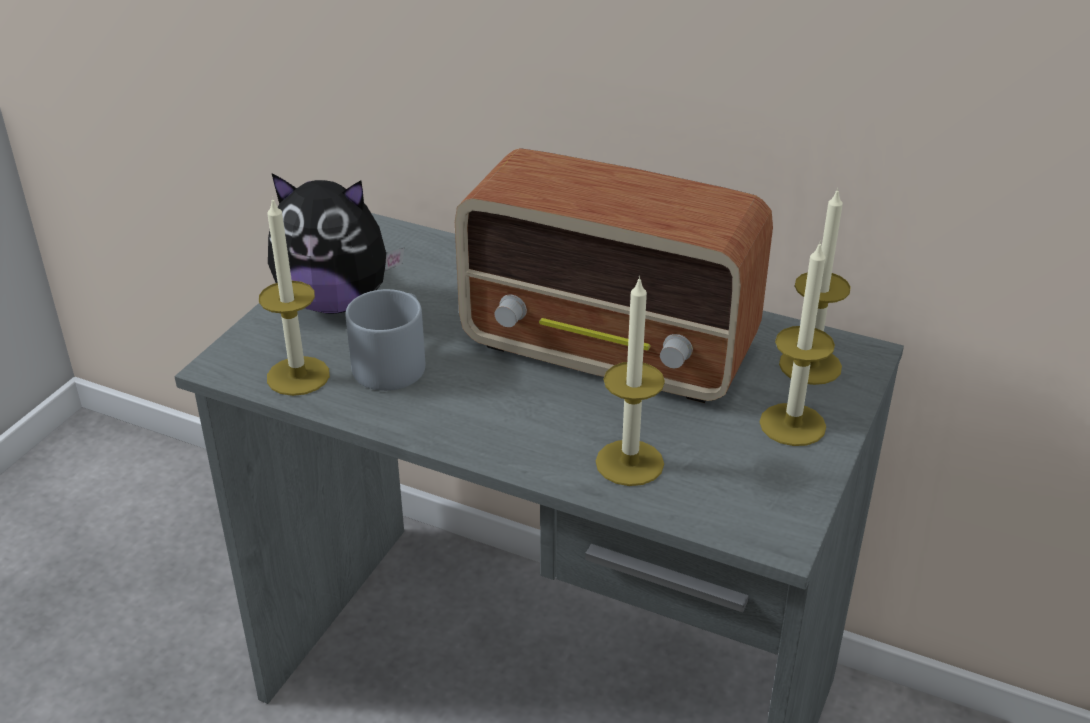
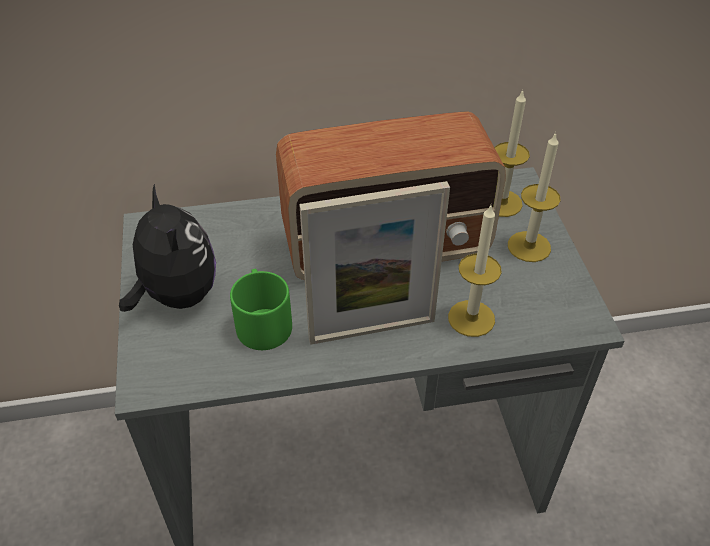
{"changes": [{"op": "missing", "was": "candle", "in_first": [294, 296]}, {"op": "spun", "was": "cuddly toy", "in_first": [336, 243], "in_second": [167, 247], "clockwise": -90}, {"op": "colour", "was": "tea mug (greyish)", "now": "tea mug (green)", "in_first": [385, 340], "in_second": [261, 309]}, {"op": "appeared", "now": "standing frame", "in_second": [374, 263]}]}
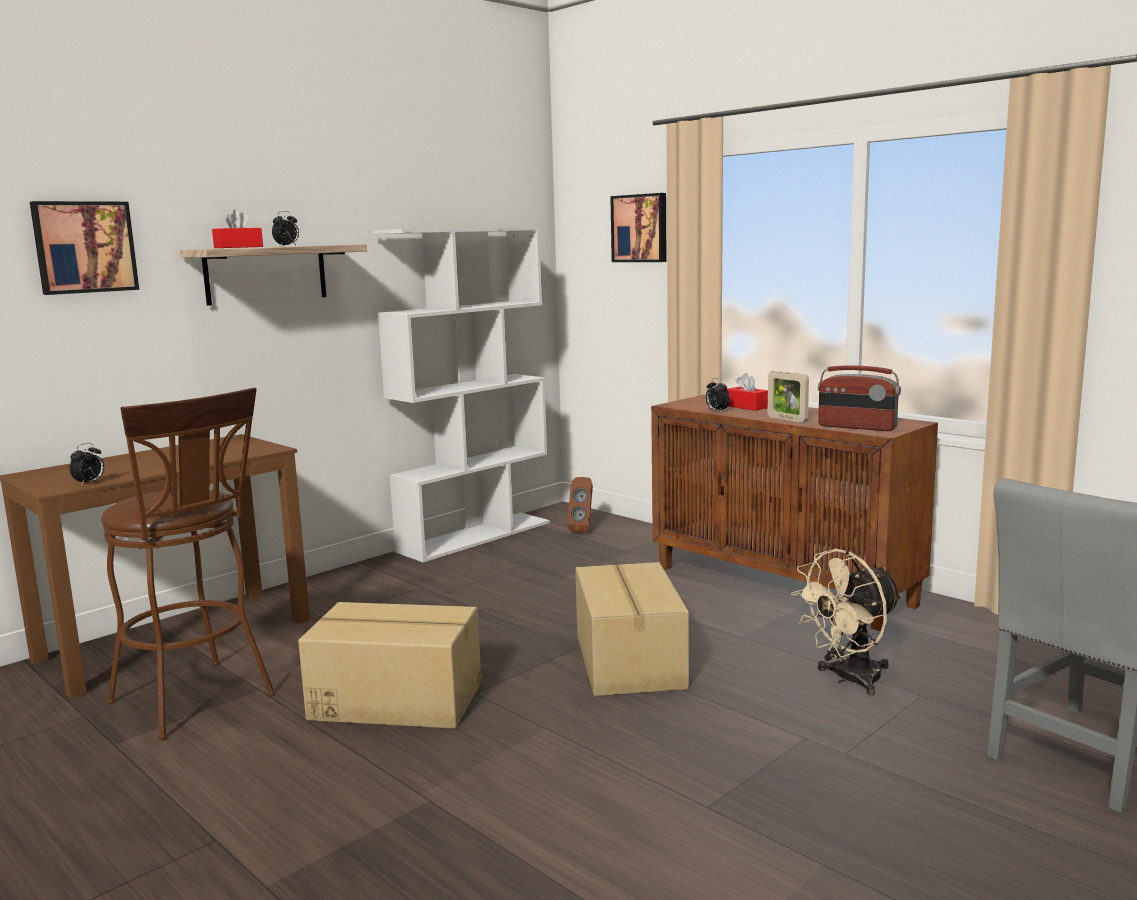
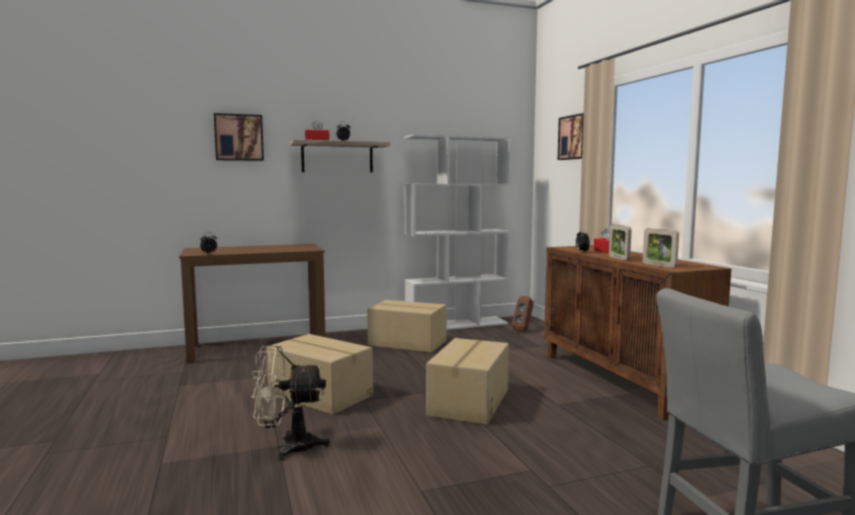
{"changes": [{"op": "missing", "was": "stool (brown)", "in_first": [188, 564]}, {"op": "relocated", "was": "fan (sand-coloured)", "in_first": [846, 622], "in_second": [290, 402]}, {"op": "exchanged", "was": "radio", "now": "standing frame", "in_first": [859, 398], "in_second": [661, 248]}, {"op": "appeared", "now": "packing box", "in_second": [407, 326]}]}
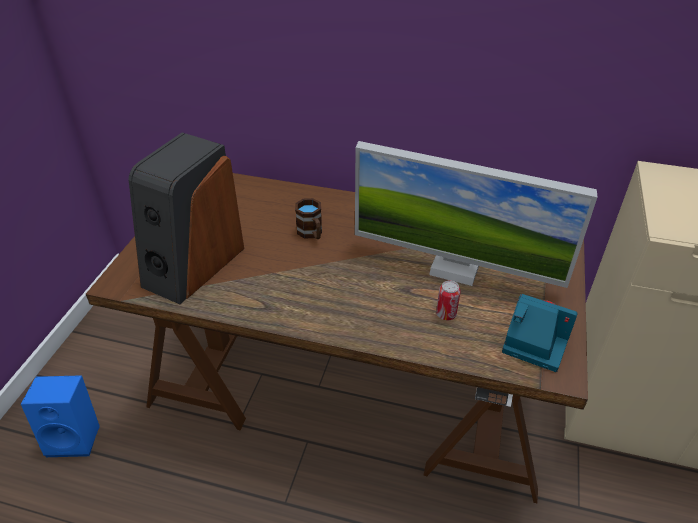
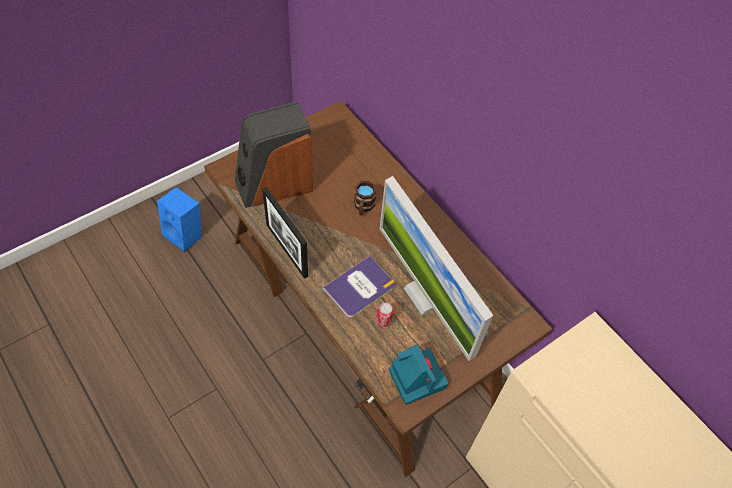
{"changes": [{"op": "appeared", "now": "standing frame", "in_second": [285, 233]}, {"op": "appeared", "now": "bound book", "in_second": [359, 286]}]}
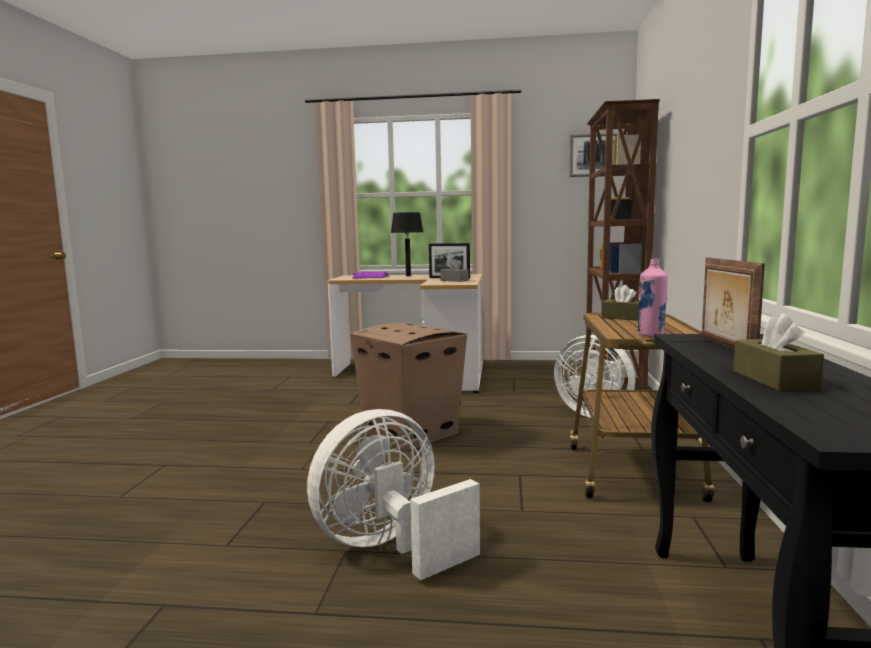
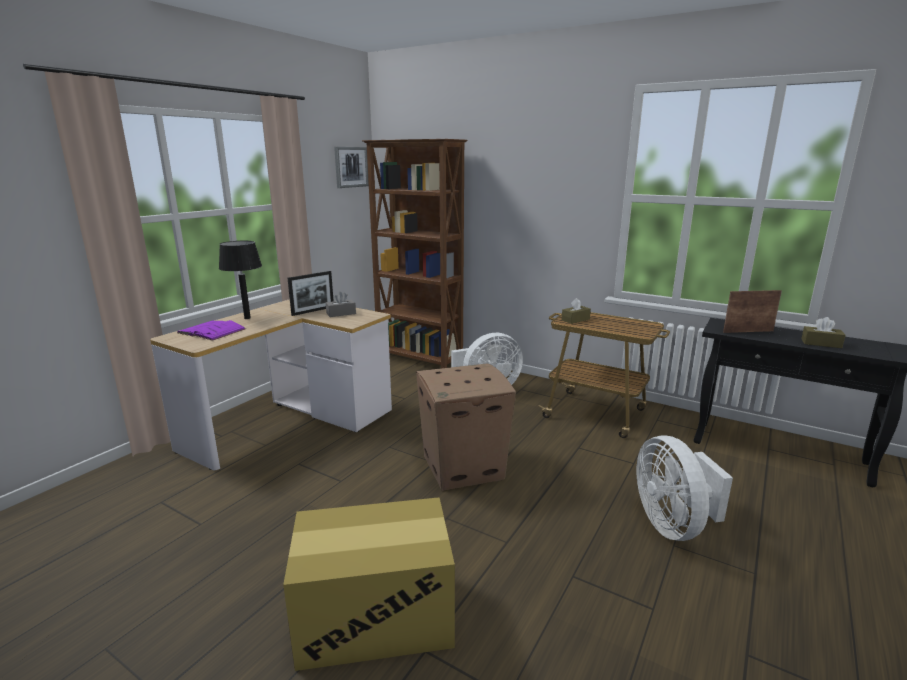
{"changes": [{"op": "missing", "was": "drink bottle (pink)", "in_first": [652, 298]}, {"op": "spun", "was": "standing frame", "in_first": [733, 304], "in_second": [752, 311], "clockwise": 150}, {"op": "appeared", "now": "packing box", "in_second": [369, 584]}]}
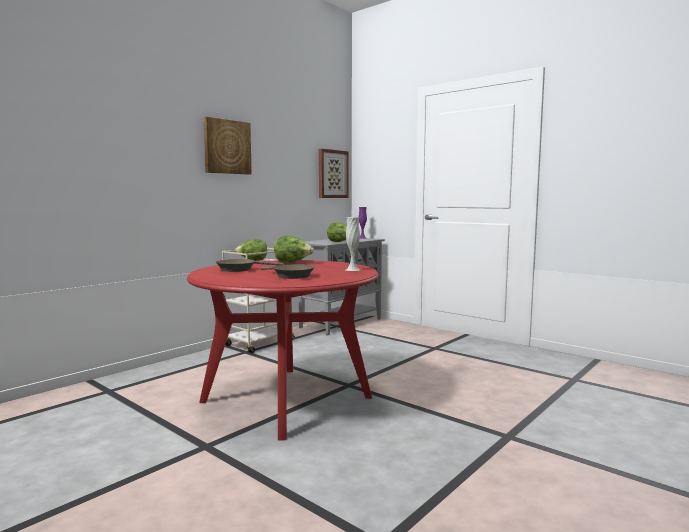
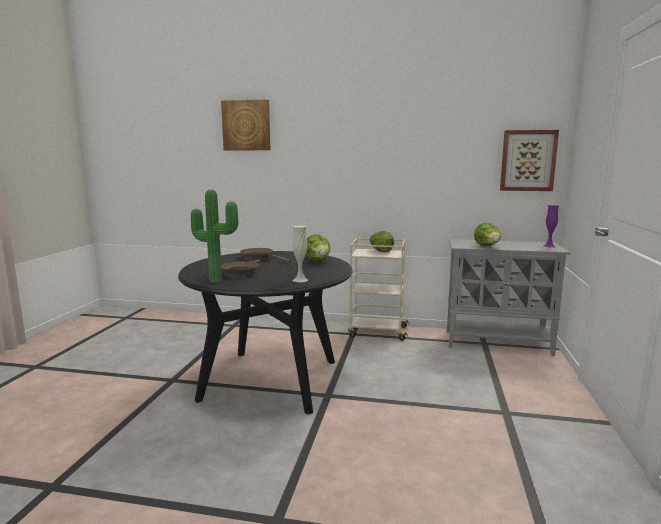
{"changes": [{"op": "colour", "was": "dinner table (red-coloured)", "now": "dinner table (blackish)", "in_first": [283, 350], "in_second": [265, 333]}, {"op": "relocated", "was": "picture", "in_first": [227, 146], "in_second": [245, 124]}, {"op": "appeared", "now": "houseplant", "in_second": [214, 236]}]}
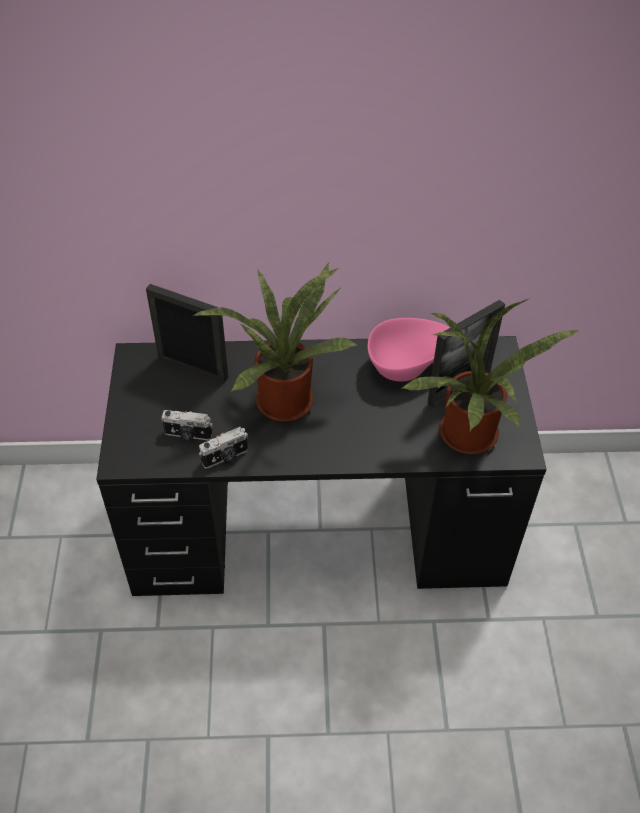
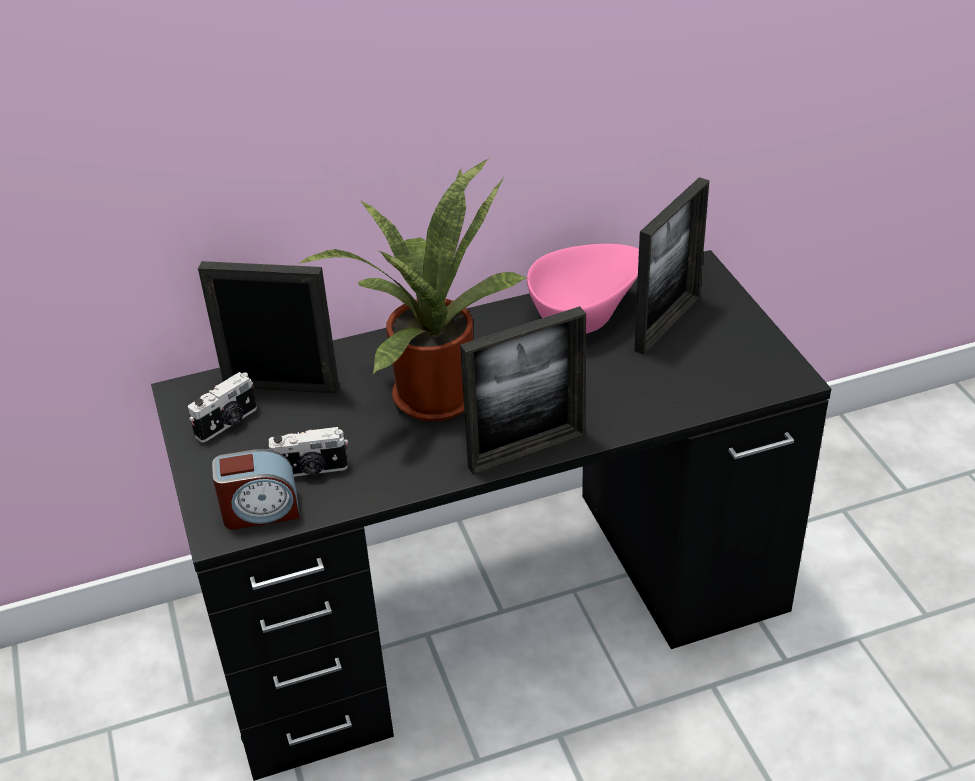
{"changes": [{"op": "relocated", "was": "photo camera", "in_first": [223, 448], "in_second": [222, 407]}, {"op": "missing", "was": "houseplant", "in_first": [489, 376]}, {"op": "appeared", "now": "table clock", "in_second": [256, 489]}, {"op": "appeared", "now": "standing frame", "in_second": [523, 390]}]}
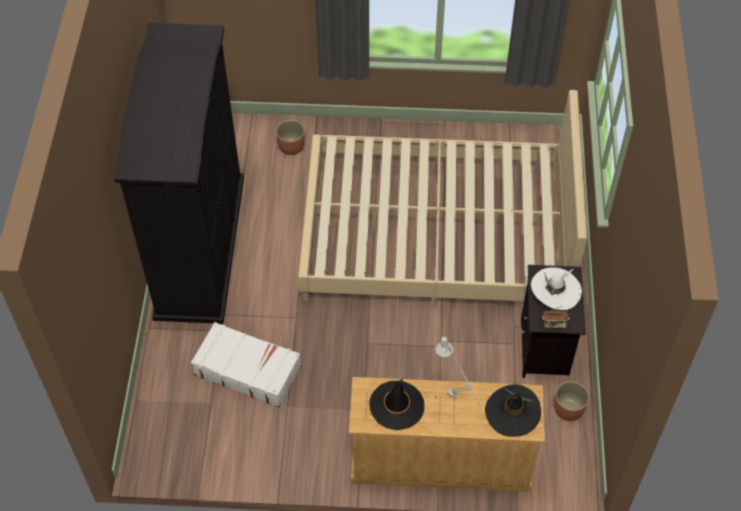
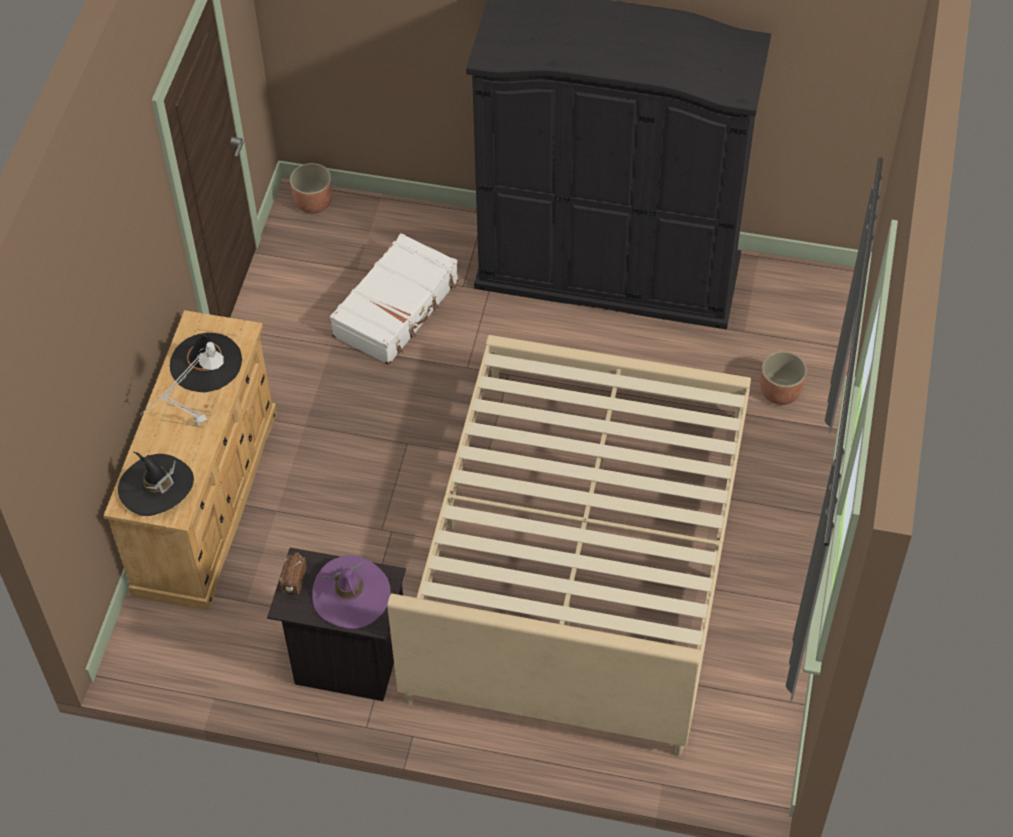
{"changes": [{"op": "colour", "was": "clothing hat (whitish)", "now": "clothing hat (purple)", "in_first": [556, 288], "in_second": [351, 591]}, {"op": "relocated", "was": "planter", "in_first": [571, 401], "in_second": [311, 188]}]}
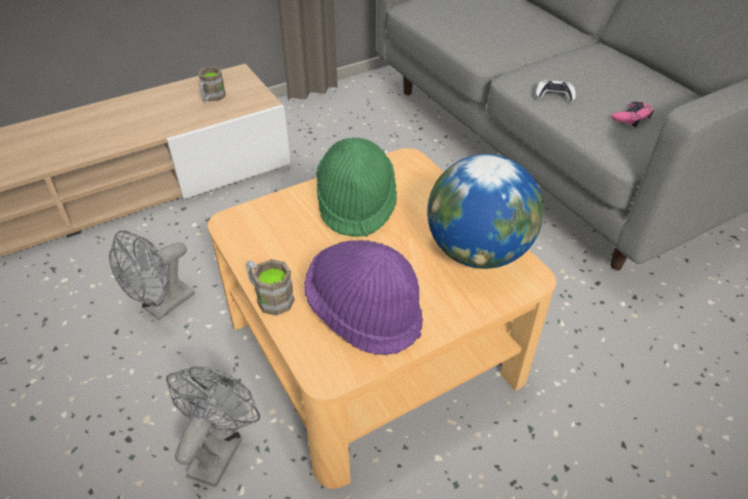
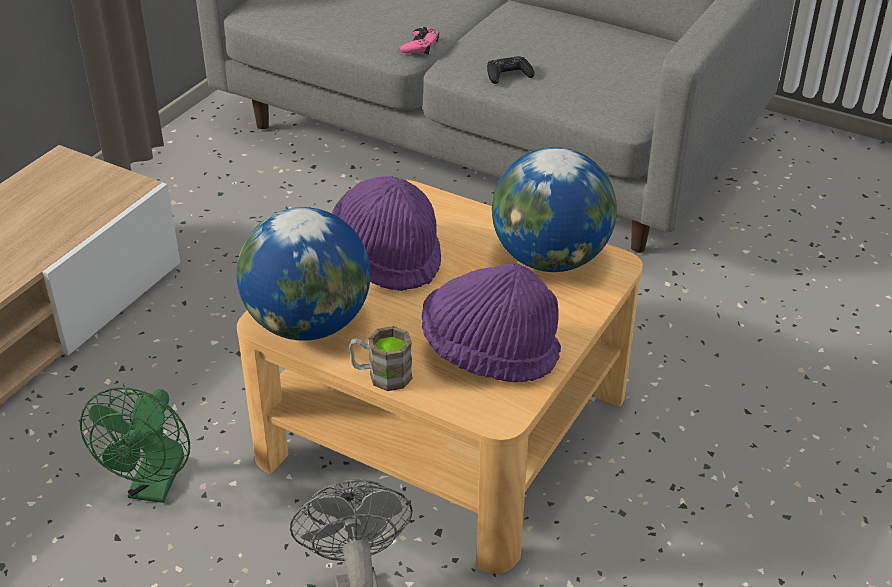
{"changes": [{"op": "colour", "was": "fan (greyish)", "now": "fan (green)", "in_first": [152, 275], "in_second": [135, 445]}, {"op": "missing", "was": "tea mug (brown)", "in_first": [212, 84]}, {"op": "colour", "was": "clothing hat (green)", "now": "clothing hat (purple)", "in_first": [356, 187], "in_second": [386, 233]}, {"op": "colour", "was": "joypad (whitish)", "now": "joypad (blackish)", "in_first": [556, 91], "in_second": [510, 70]}, {"op": "relocated", "was": "joypad (pink)", "in_first": [633, 114], "in_second": [419, 41]}, {"op": "appeared", "now": "desk globe", "in_second": [303, 274]}]}
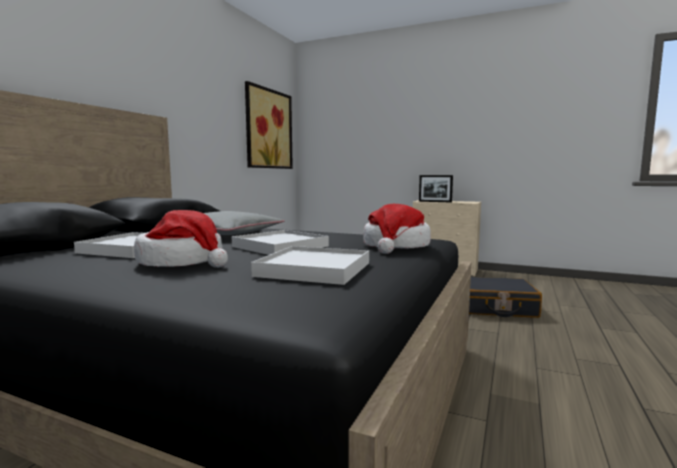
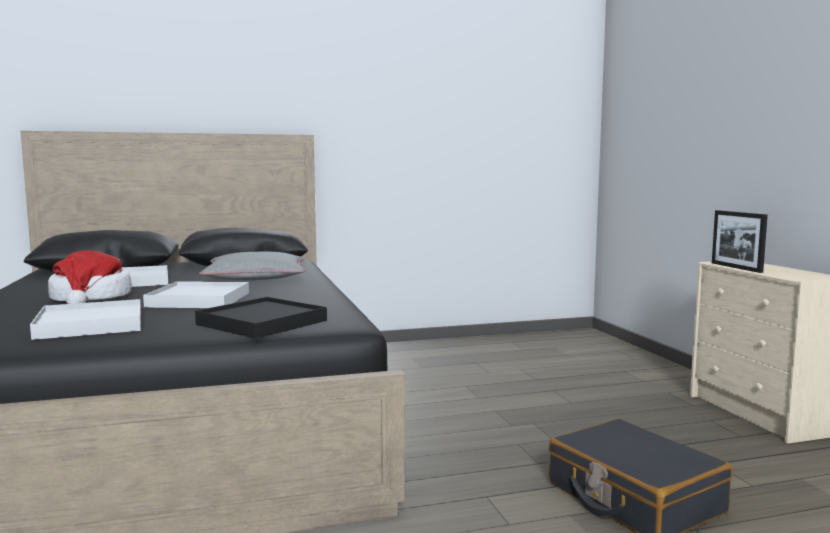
{"changes": [{"op": "missing", "was": "picture", "in_first": [269, 125]}, {"op": "exchanged", "was": "clothing hat", "now": "tray (blackish)", "in_first": [397, 229], "in_second": [261, 318]}]}
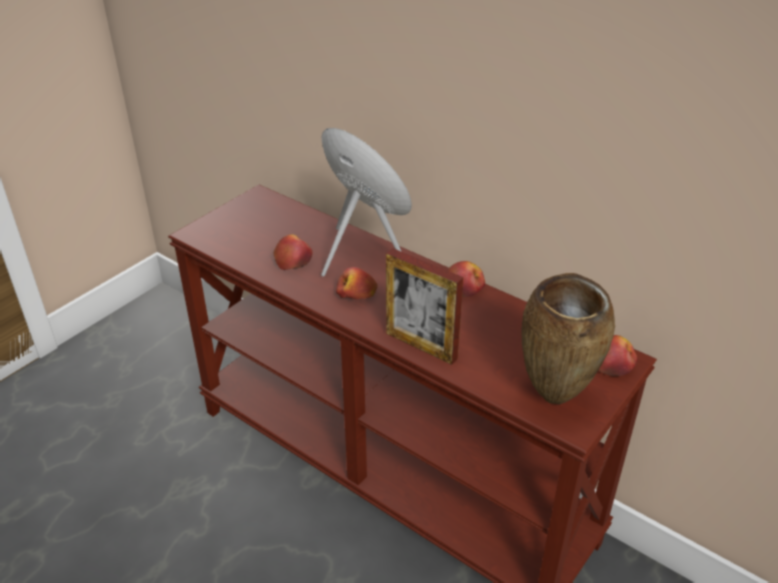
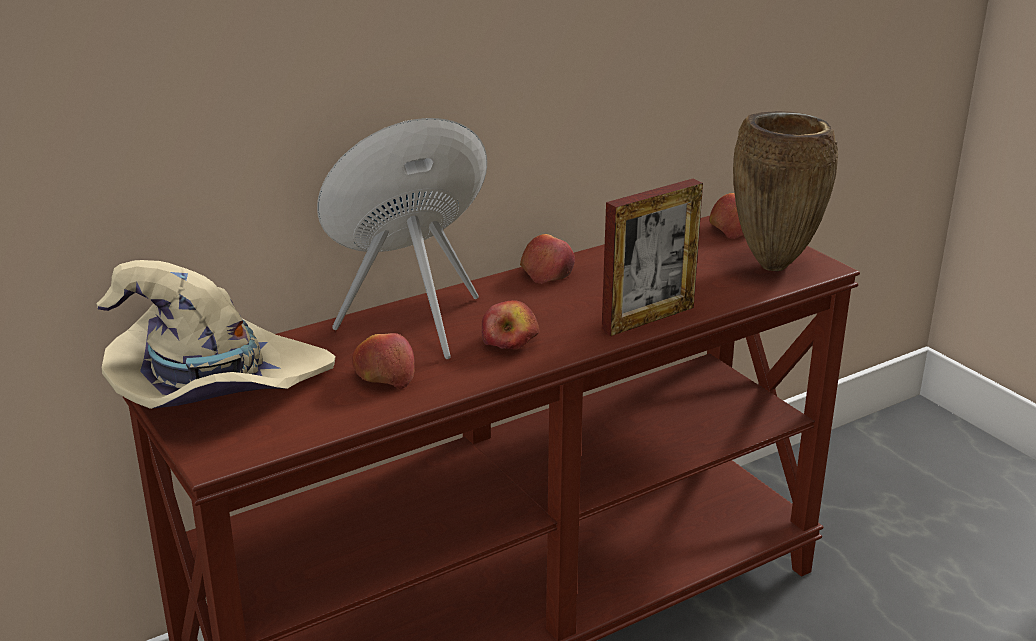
{"changes": [{"op": "appeared", "now": "clothing hat (sand-coloured)", "in_second": [216, 334]}]}
